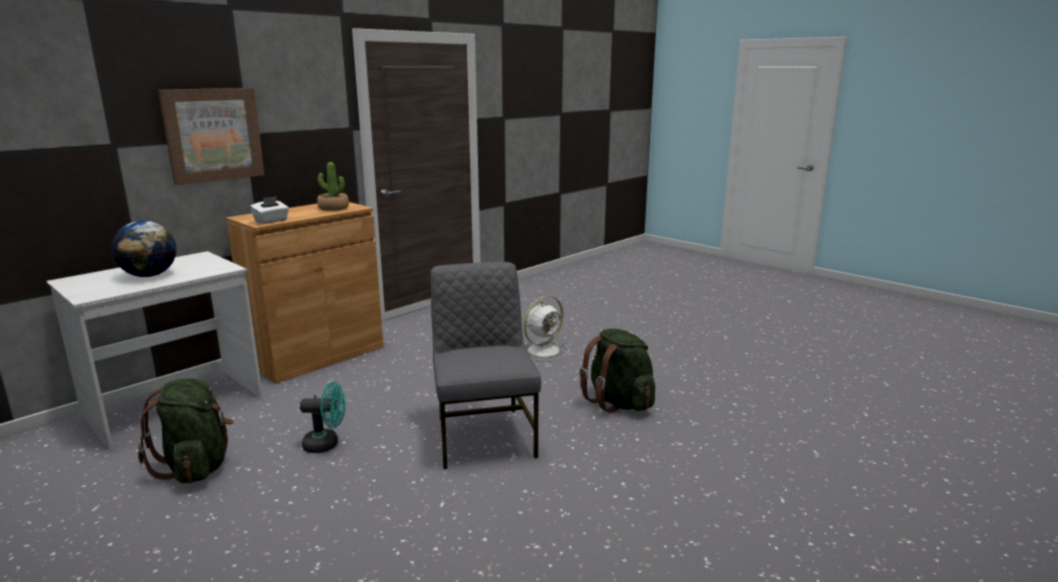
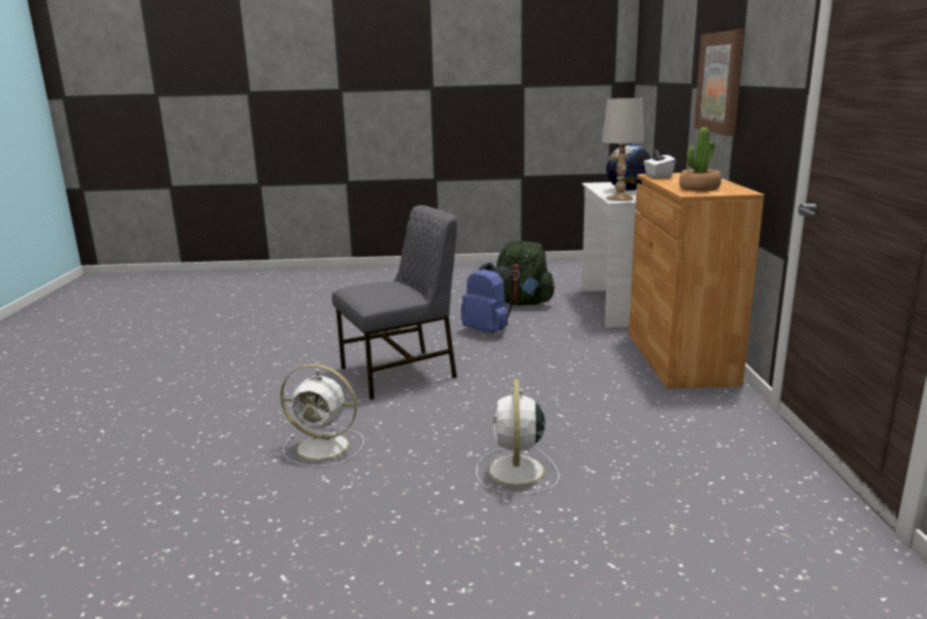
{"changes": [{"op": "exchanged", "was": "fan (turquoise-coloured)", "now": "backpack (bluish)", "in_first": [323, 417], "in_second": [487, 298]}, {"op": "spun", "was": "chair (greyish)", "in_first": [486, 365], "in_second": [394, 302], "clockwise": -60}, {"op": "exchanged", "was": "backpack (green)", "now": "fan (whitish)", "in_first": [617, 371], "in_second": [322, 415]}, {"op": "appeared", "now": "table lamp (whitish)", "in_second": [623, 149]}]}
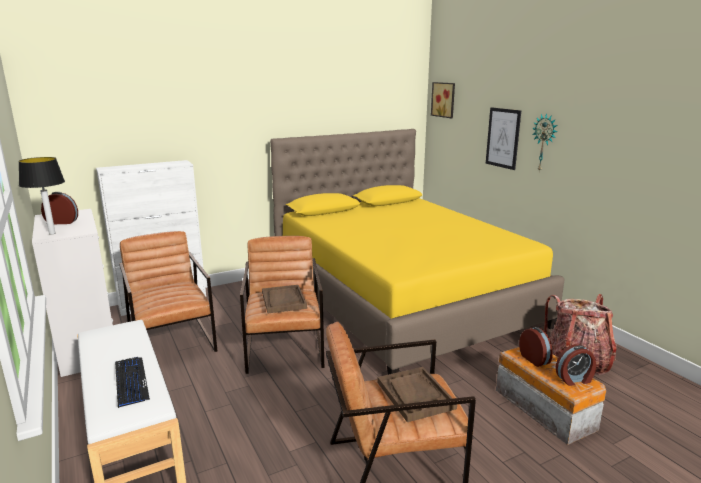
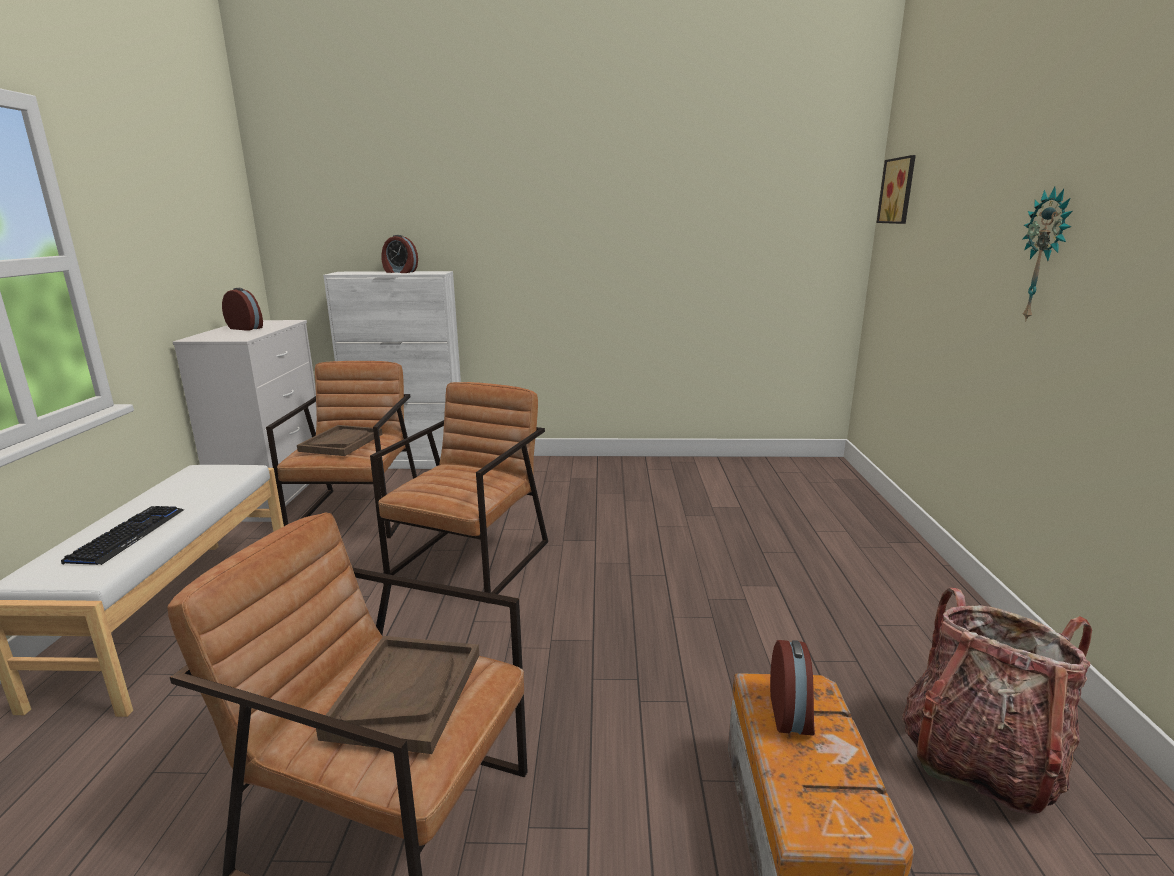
{"changes": [{"op": "missing", "was": "table lamp", "in_first": [41, 196]}, {"op": "relocated", "was": "tray (brown)", "in_first": [284, 299], "in_second": [340, 440]}, {"op": "missing", "was": "sleeping bed (yellow-coloured)", "in_first": [417, 252]}, {"op": "missing", "was": "picture", "in_first": [503, 138]}, {"op": "relocated", "was": "table clock", "in_first": [576, 365], "in_second": [400, 254]}]}
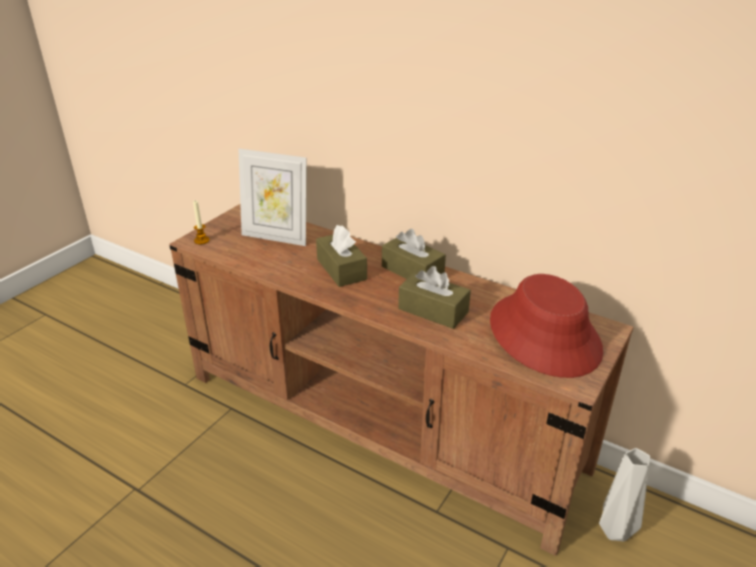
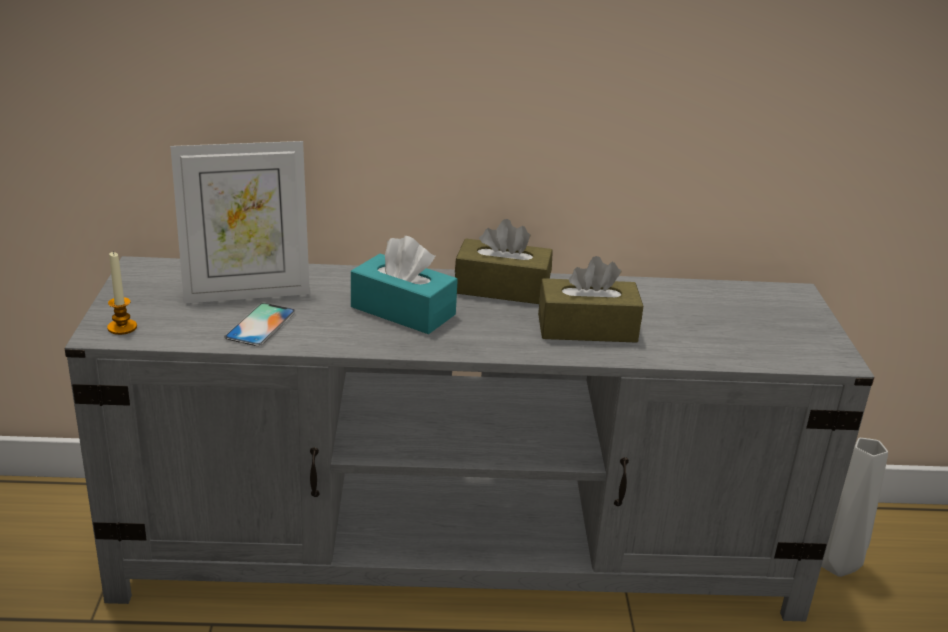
{"changes": [{"op": "colour", "was": "tv unit (brown)", "now": "tv unit (greyish)", "in_first": [401, 380], "in_second": [469, 438]}, {"op": "colour", "was": "tissue holder (brown)", "now": "tissue holder (turquoise-coloured)", "in_first": [341, 256], "in_second": [404, 285]}, {"op": "missing", "was": "clothing hat (red-coloured)", "in_first": [546, 326]}, {"op": "appeared", "now": "phone", "in_second": [260, 324]}]}
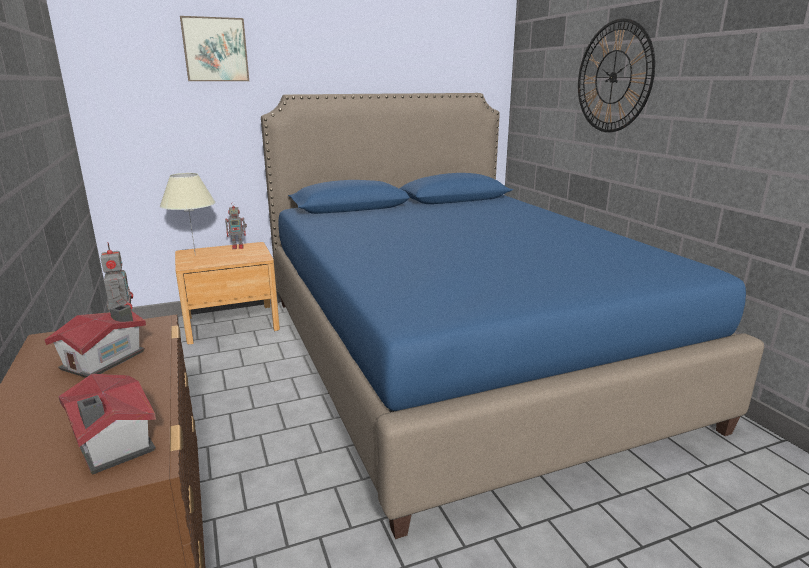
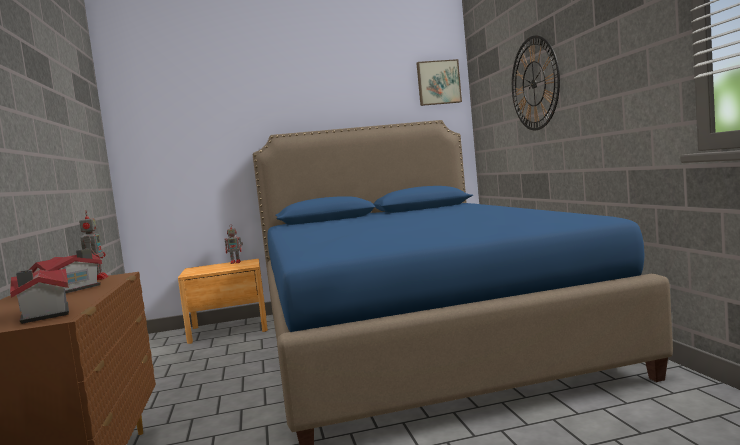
{"changes": [{"op": "missing", "was": "table lamp (sand-coloured)", "in_first": [188, 214]}, {"op": "relocated", "was": "picture", "in_first": [214, 48], "in_second": [439, 82]}]}
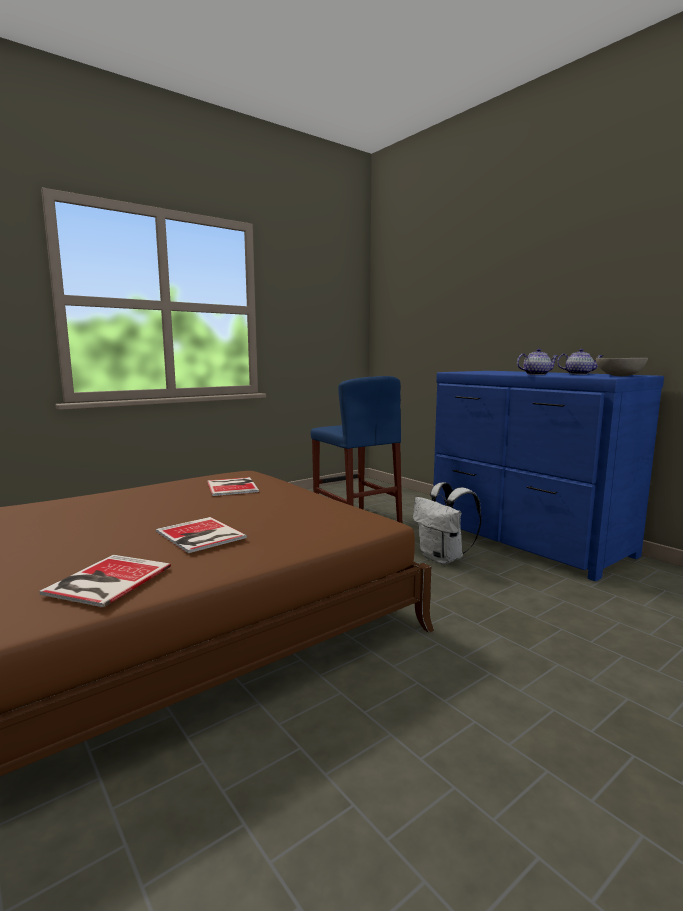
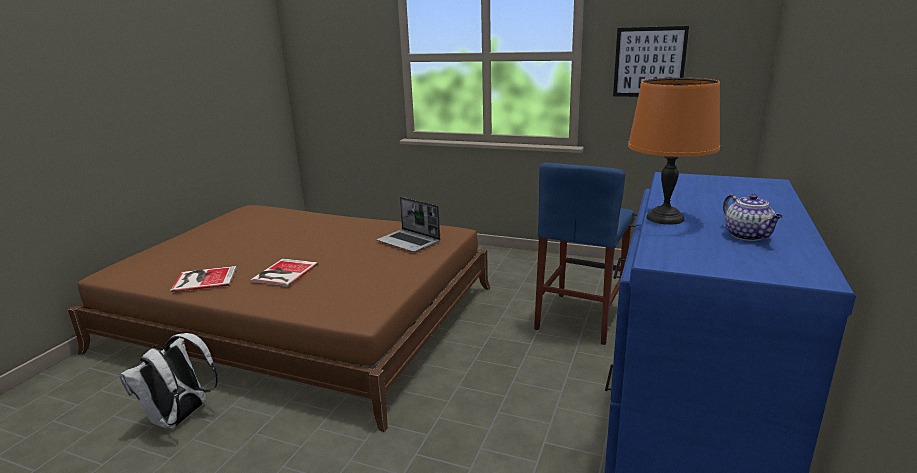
{"changes": [{"op": "exchanged", "was": "bound book", "now": "portable computer", "in_first": [233, 486], "in_second": [408, 224]}, {"op": "relocated", "was": "backpack (whitish)", "in_first": [447, 523], "in_second": [168, 381]}, {"op": "exchanged", "was": "teapot", "now": "table lamp (orange-coloured)", "in_first": [537, 362], "in_second": [674, 151]}, {"op": "missing", "was": "bowl (greyish)", "in_first": [622, 367]}, {"op": "appeared", "now": "picture", "in_second": [651, 61]}]}
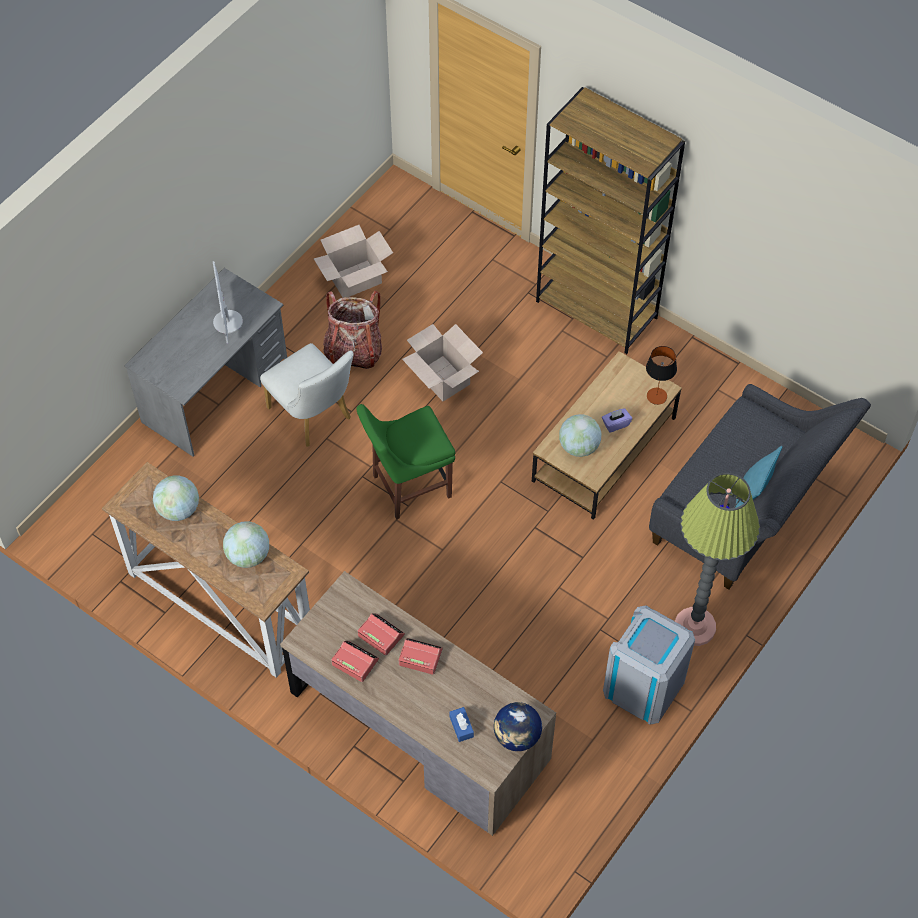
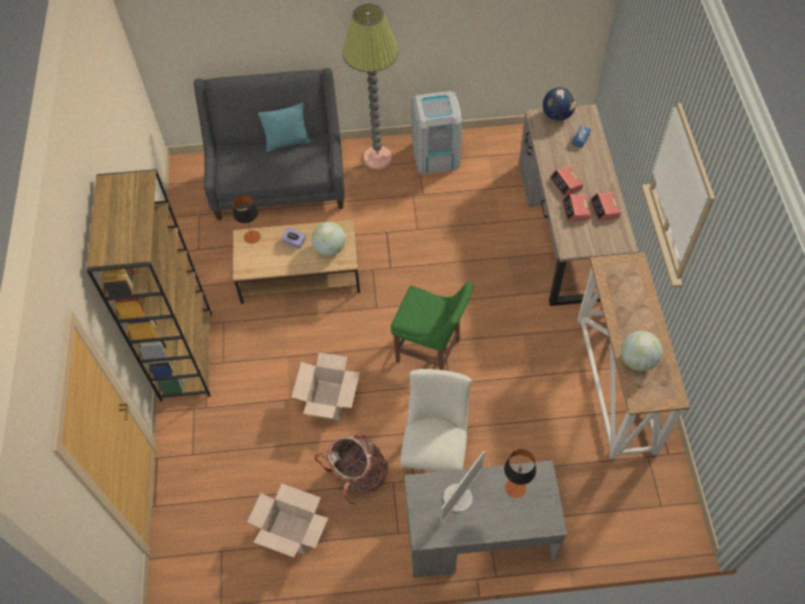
{"changes": [{"op": "missing", "was": "desk globe", "in_first": [246, 544]}, {"op": "appeared", "now": "table lamp", "in_second": [520, 473]}]}
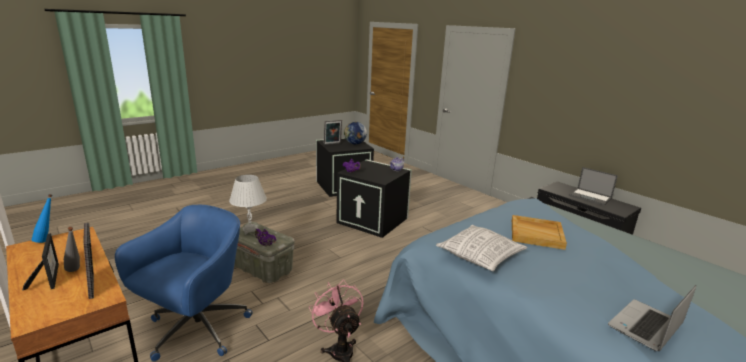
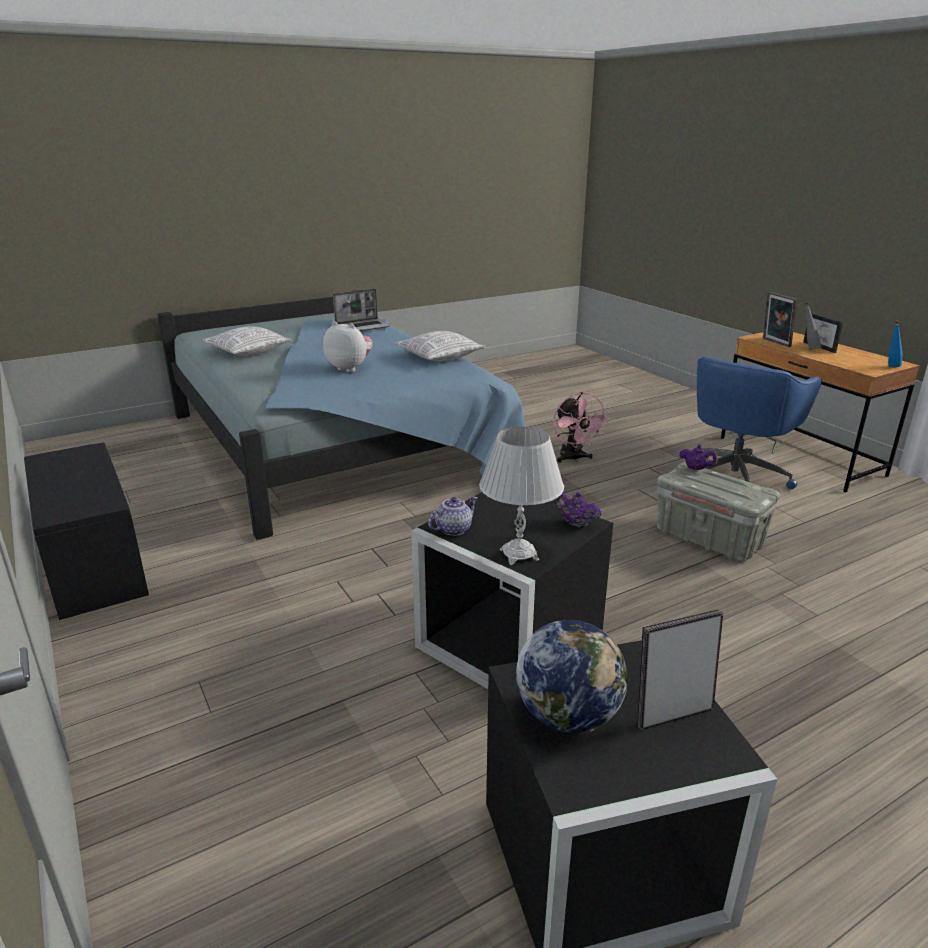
{"changes": [{"op": "relocated", "was": "table lamp (whitish)", "in_first": [248, 205], "in_second": [521, 495]}, {"op": "exchanged", "was": "tray (sand-coloured)", "now": "cuddly toy", "in_first": [539, 232], "in_second": [348, 346]}, {"op": "missing", "was": "portable computer", "in_first": [593, 186]}, {"op": "appeared", "now": "pillow", "in_second": [247, 341]}]}
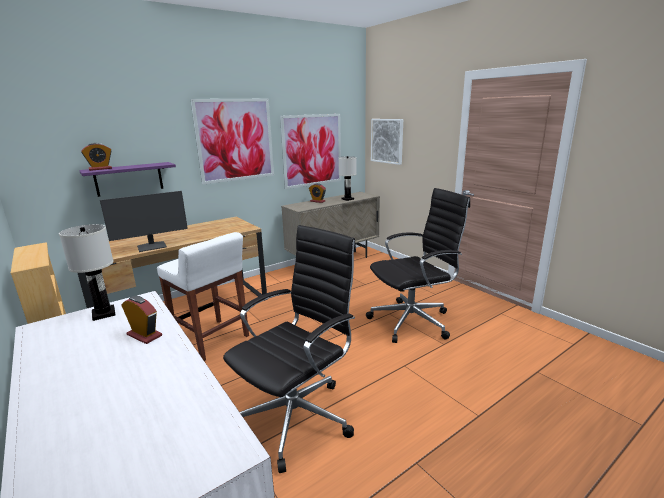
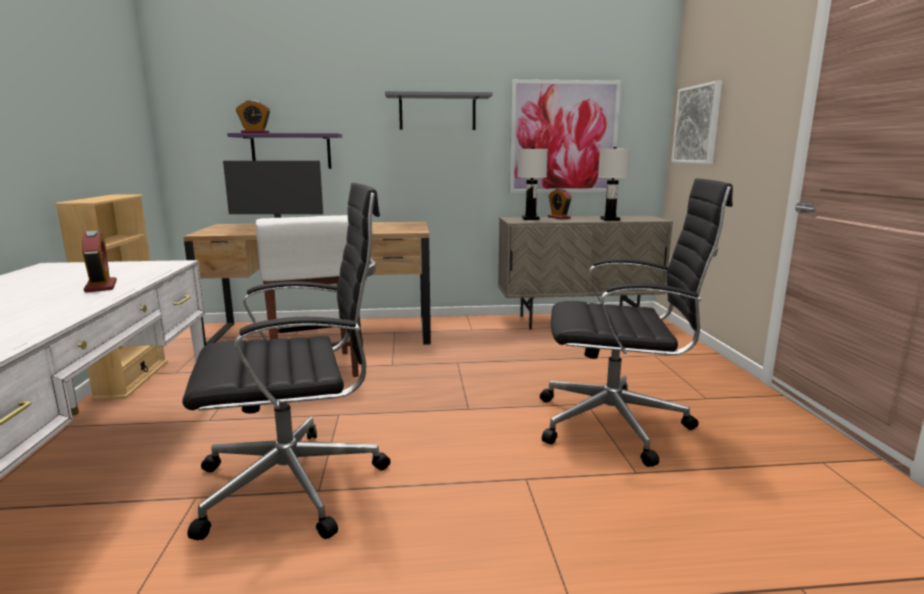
{"changes": [{"op": "relocated", "was": "table lamp (whitish)", "in_first": [87, 272], "in_second": [532, 183]}, {"op": "exchanged", "was": "picture", "now": "shelf (greyish)", "in_first": [232, 142], "in_second": [439, 110]}]}
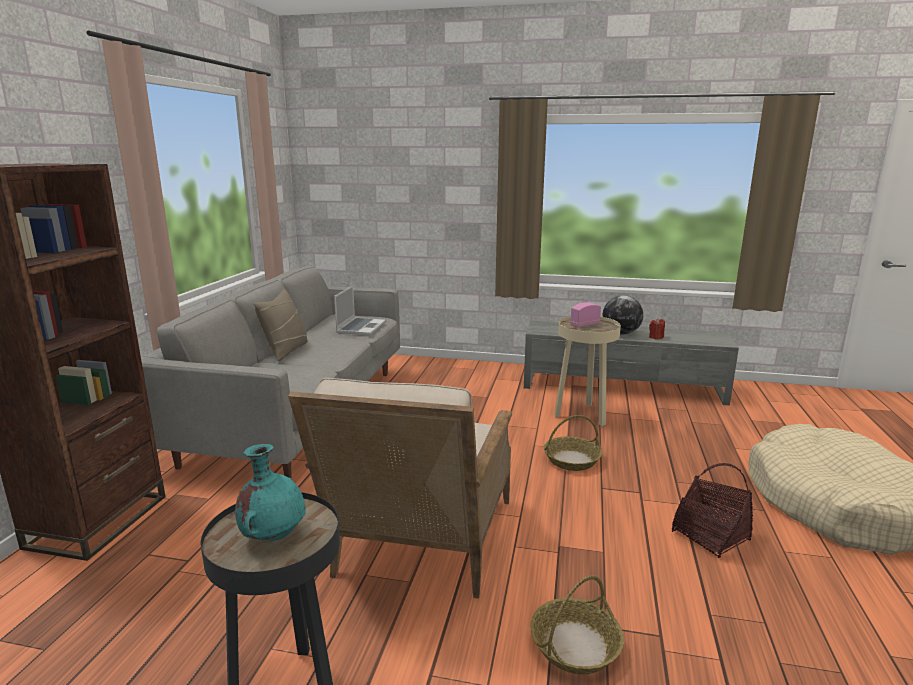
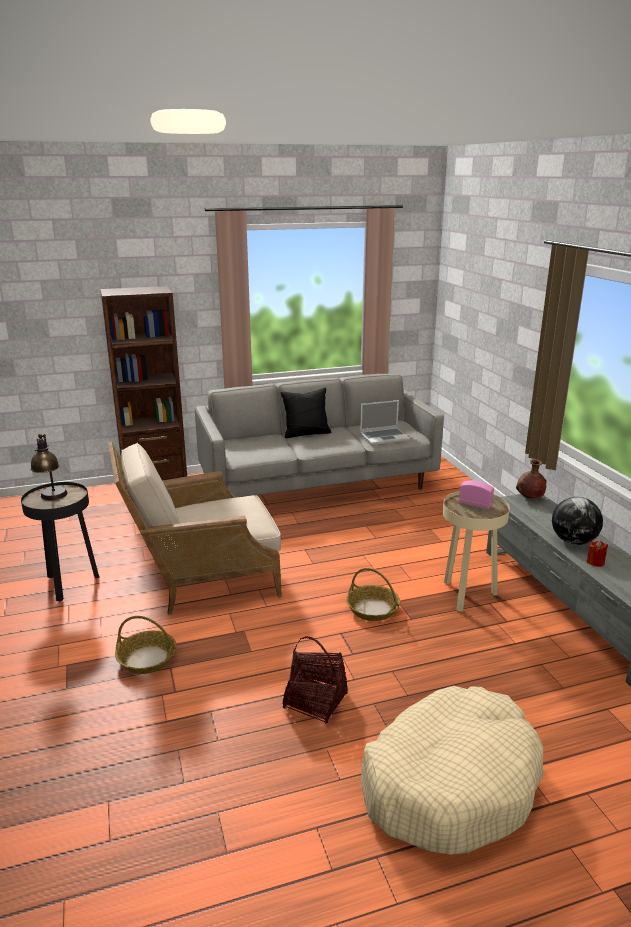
{"changes": [{"op": "exchanged", "was": "flower vase (turquoise-coloured)", "now": "table lamp", "in_first": [270, 492], "in_second": [49, 467]}, {"op": "colour", "was": "pillow (sand-coloured)", "now": "pillow (blackish)", "in_first": [281, 325], "in_second": [306, 413]}, {"op": "appeared", "now": "flower vase (brown)", "in_second": [531, 479]}]}
